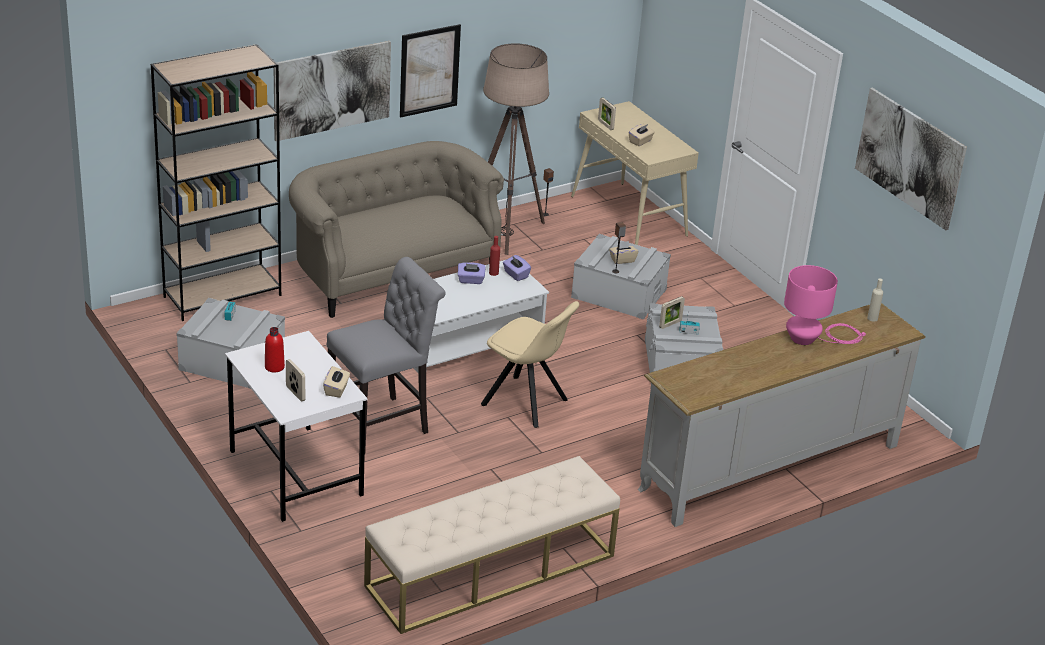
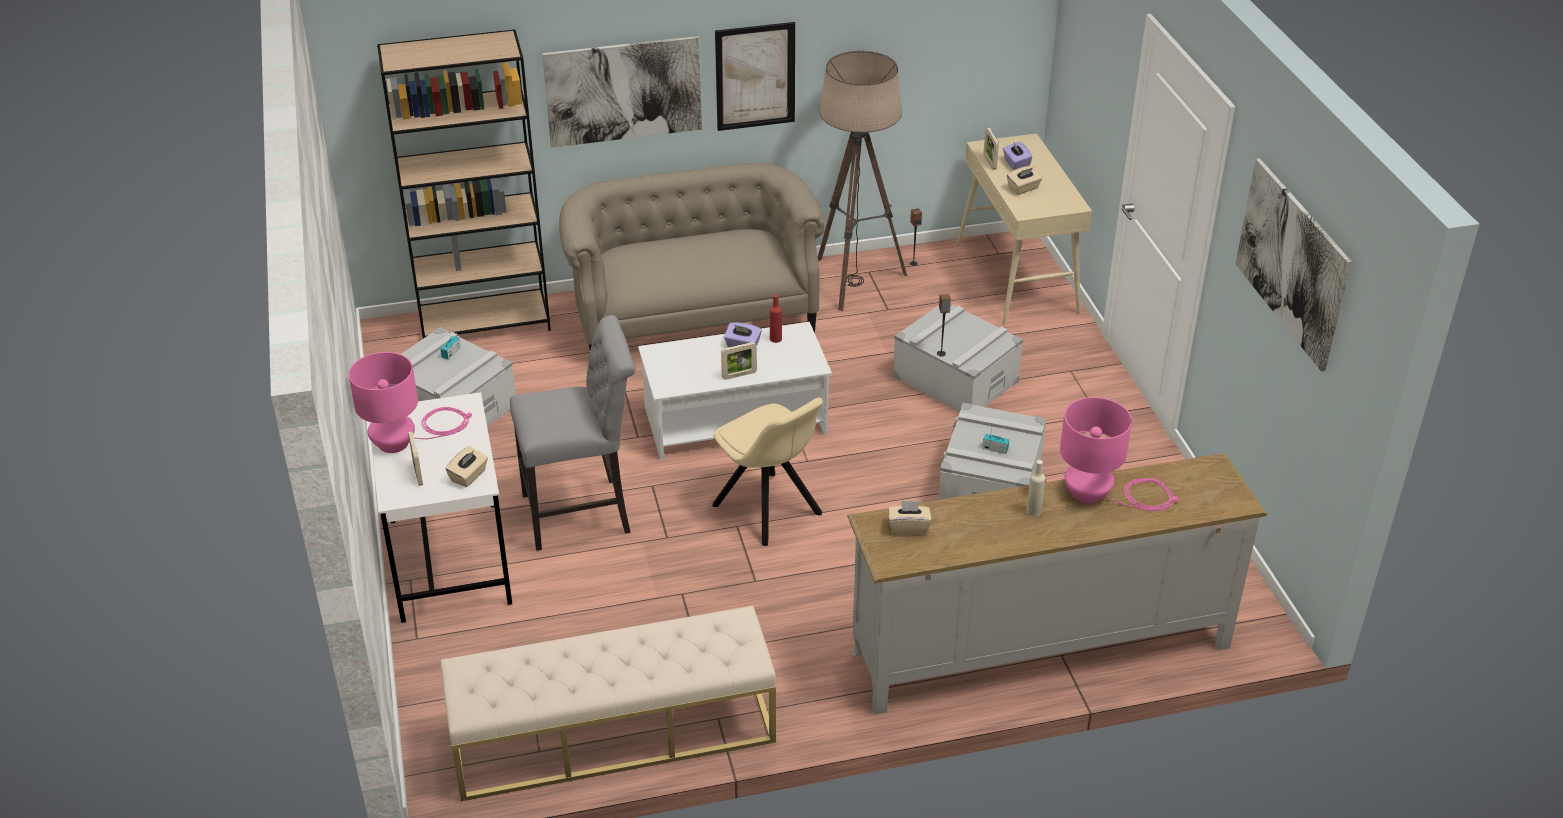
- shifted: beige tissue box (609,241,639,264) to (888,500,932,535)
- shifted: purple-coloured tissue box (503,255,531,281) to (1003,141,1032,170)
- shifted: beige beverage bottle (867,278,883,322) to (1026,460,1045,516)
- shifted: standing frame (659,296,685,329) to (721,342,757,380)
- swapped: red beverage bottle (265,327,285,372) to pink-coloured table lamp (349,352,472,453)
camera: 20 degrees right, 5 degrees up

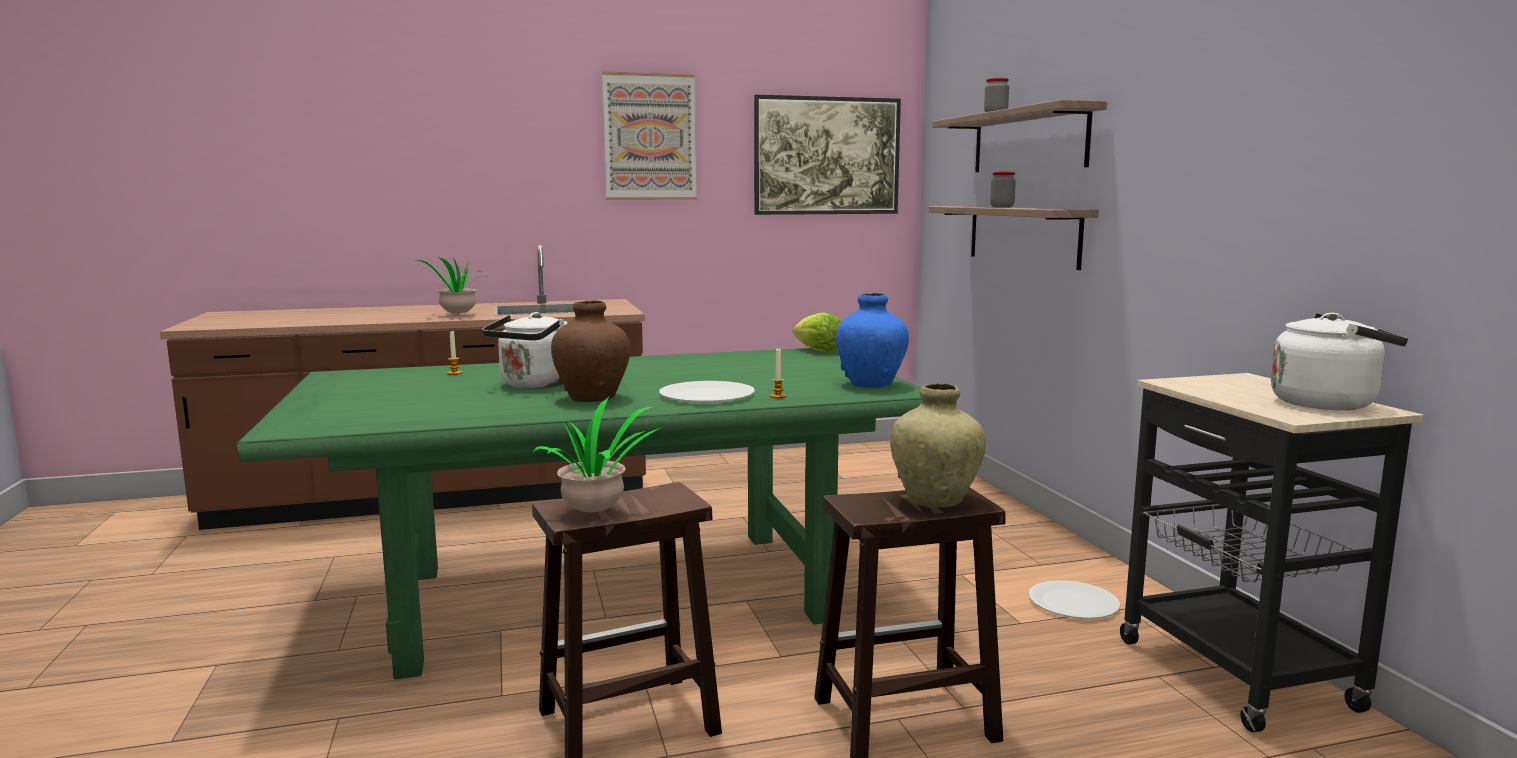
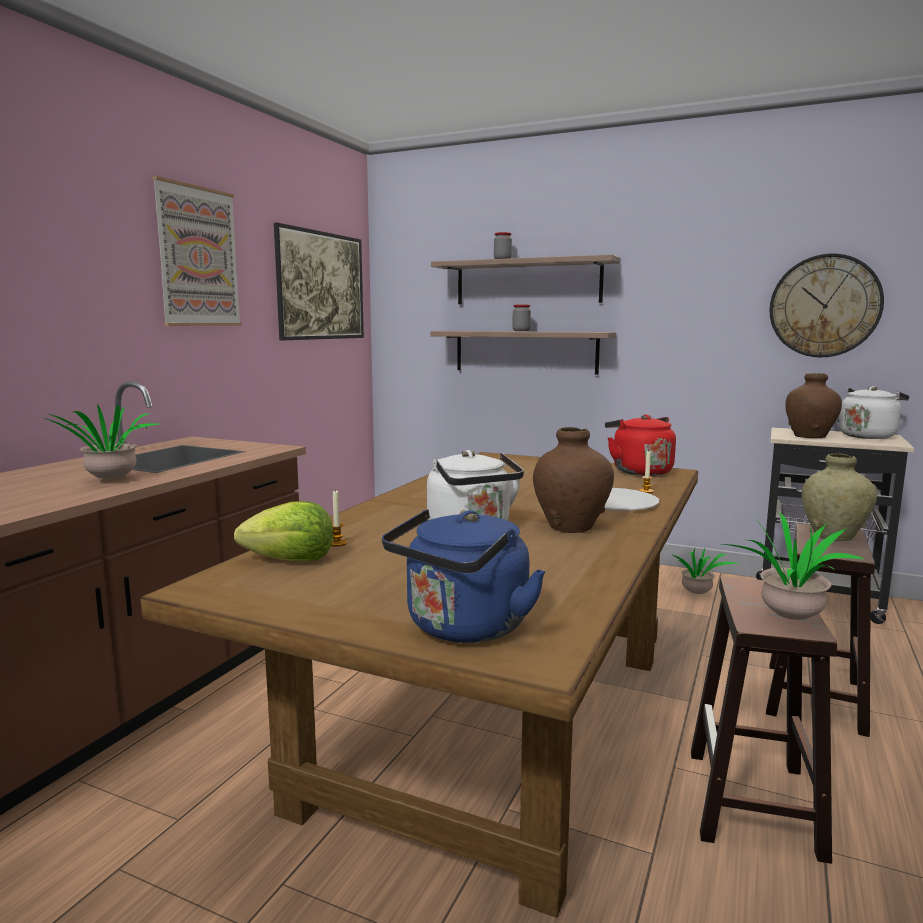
- swapped: blue flower vase (836,293,909,388) to red water kettle (605,414,676,476)
- shifted: head of lettuce (793,312,842,353) to (234,501,333,561)
- repainted: green-coloured dining table (237,348,922,679) to brown-coloured dining table (141,452,698,918)
- swapped: whitish dinner plate (1028,580,1121,619) to houseplant (671,548,737,594)
- new: hanging clock (770,253,884,357)
- new: brown-coloured flower vase (785,373,842,438)
- new: blue water kettle (382,509,545,643)
camera: 50 degrees left, 0 degrees up

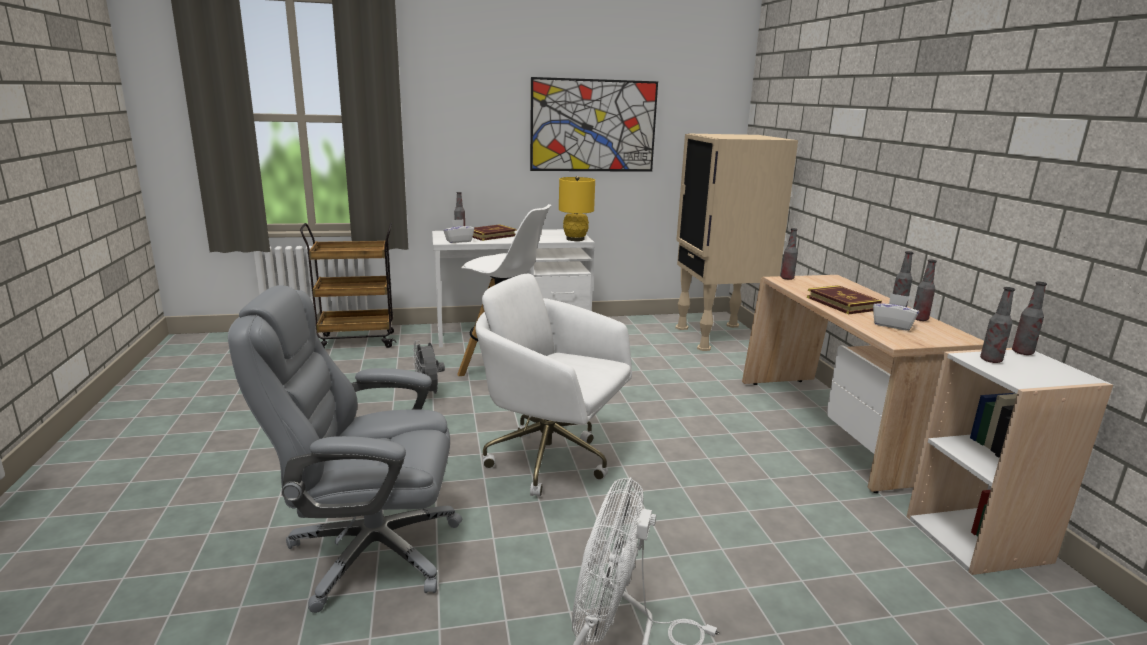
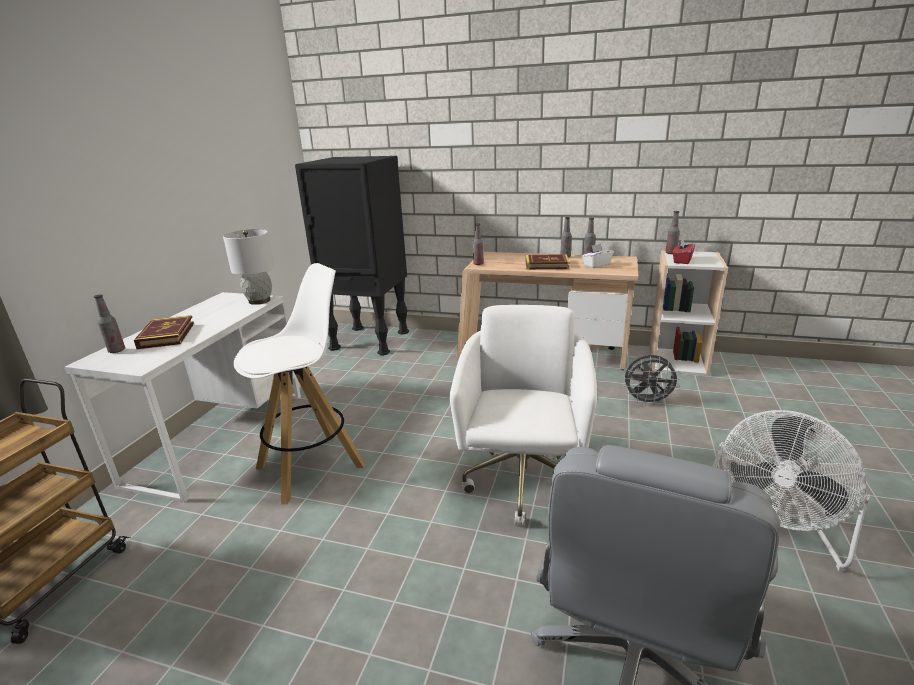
- gone: picture (530,77,658,172)
- repainted: beige storage cabinet (675,134,798,351) to black storage cabinet (295,156,409,356)
- repainted: yellow table lamp (559,176,595,241) to whitish table lamp (223,229,274,305)
- gone: whitish tissue box (443,219,474,243)
- rotated: whitish computer chair (475,274,632,497) = (450,305,597,525) 135 degrees clockwise
- swapped: beverage bottle (980,287,1015,363) to red tissue box (673,239,695,264)
- shifted: gray electric fan (413,340,445,394) to (623,355,681,406)
camera: 60 degrees left, 5 degrees up

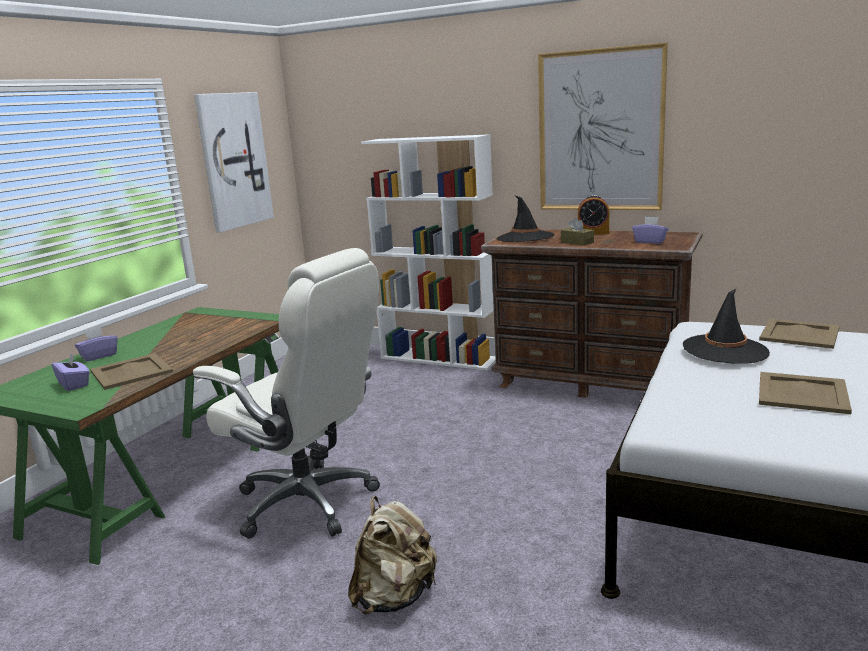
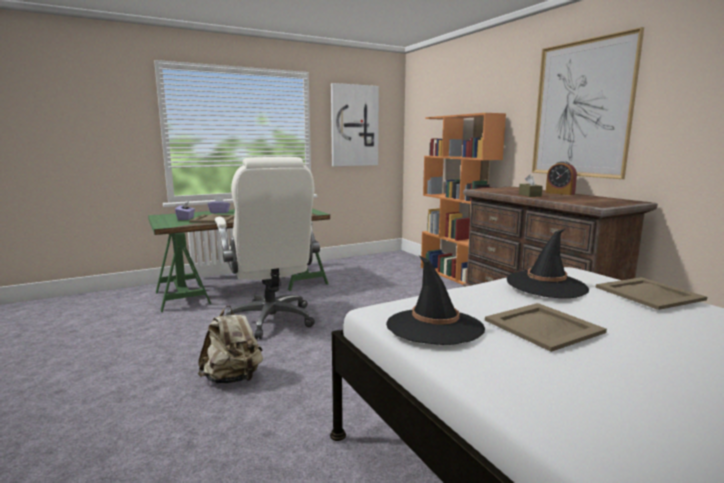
- repainted: whitish shelving unit (361,134,496,370) to orange shelving unit (421,113,506,285)
- shifted: black wearable hat (497,196,555,242) to (386,256,485,345)
- gone: purple-coloured tissue box (632,217,668,244)
camera: 35 degrees right, 5 degrees down

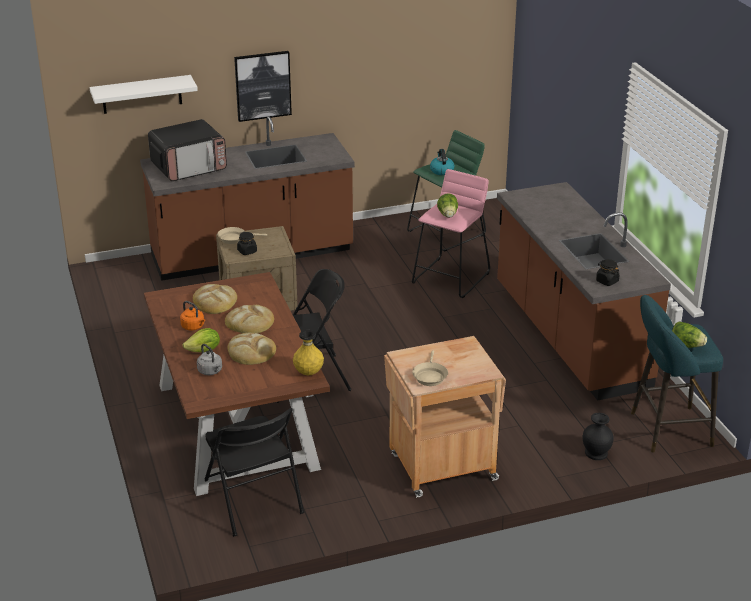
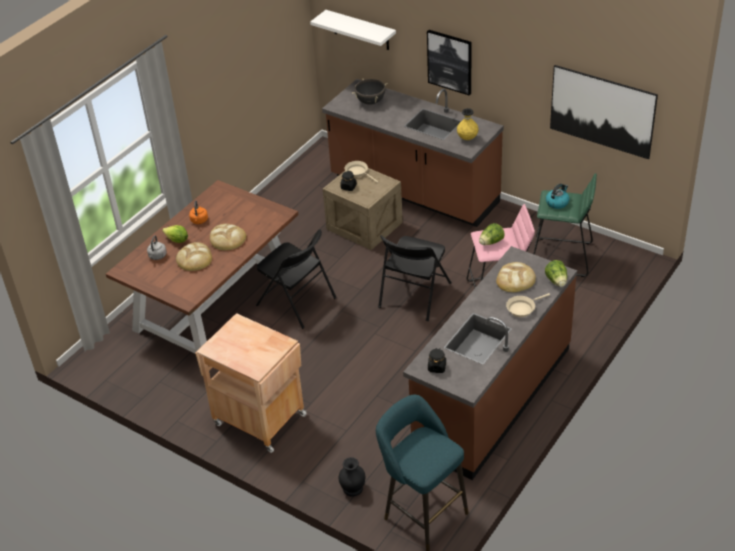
- swapped: kitchen microwave (148,119,227,181) to black cooking pot (352,78,388,105)
- shifted: bread (193,284,237,314) to (496,262,536,292)
- shifted: head of lettuce (672,321,707,348) to (545,260,567,287)
- shifted: yellow flower vase (293,330,324,375) to (457,108,478,140)
- shifted: beige skillet (412,351,448,386) to (506,293,550,317)
- shifted: black upright chair (205,408,304,537) to (378,235,452,322)
- new: picture (550,65,658,159)
camera: 55 degrees right, 10 degrees up

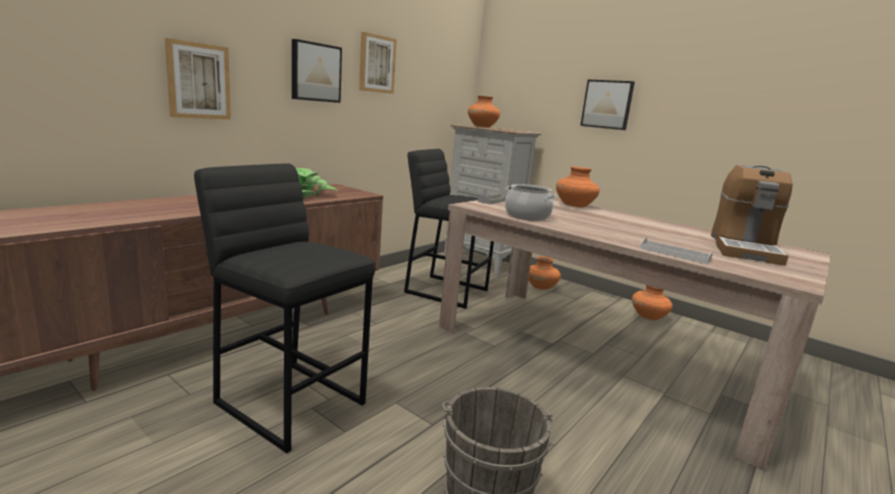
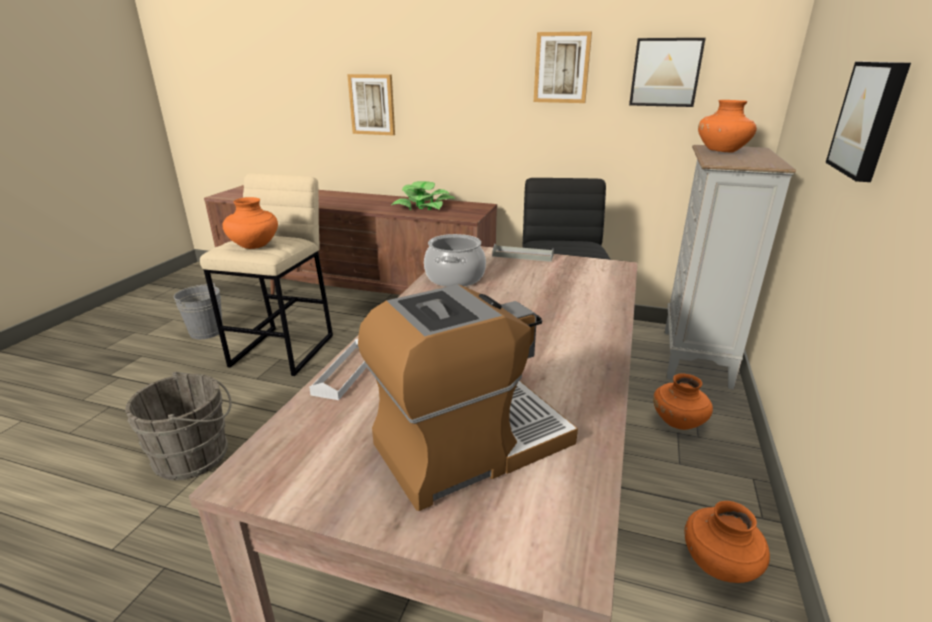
- shifted: picture (292,39,342,103) to (629,38,706,107)
- repainted: black stool seat (194,164,375,453) to beige stool seat (200,174,333,376)
- rotated: coffee brewer (711,165,793,266) = (358,285,578,511) 150 degrees clockwise
- shifted: orange flower vase (556,166,600,208) to (222,197,278,249)
- new: gray water bucket (174,283,222,339)
camera: 70 degrees right, 10 degrees up

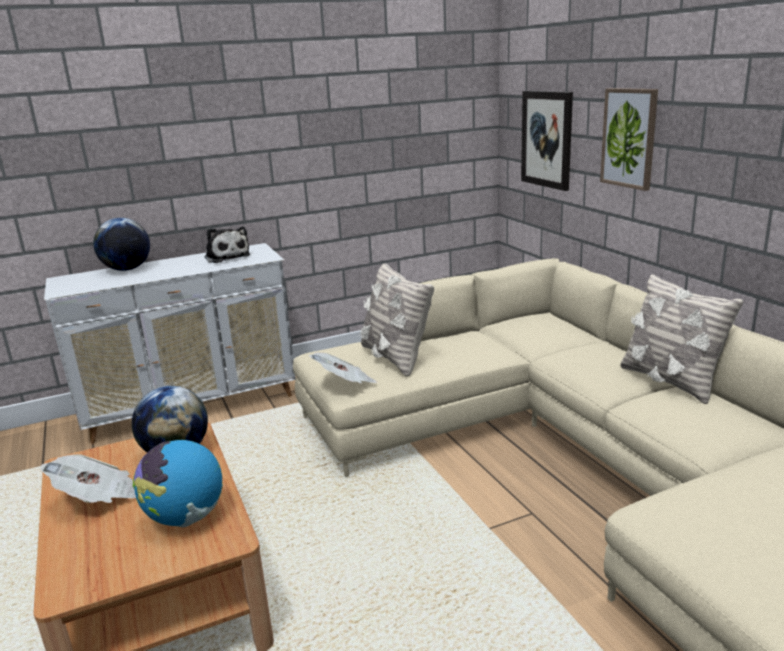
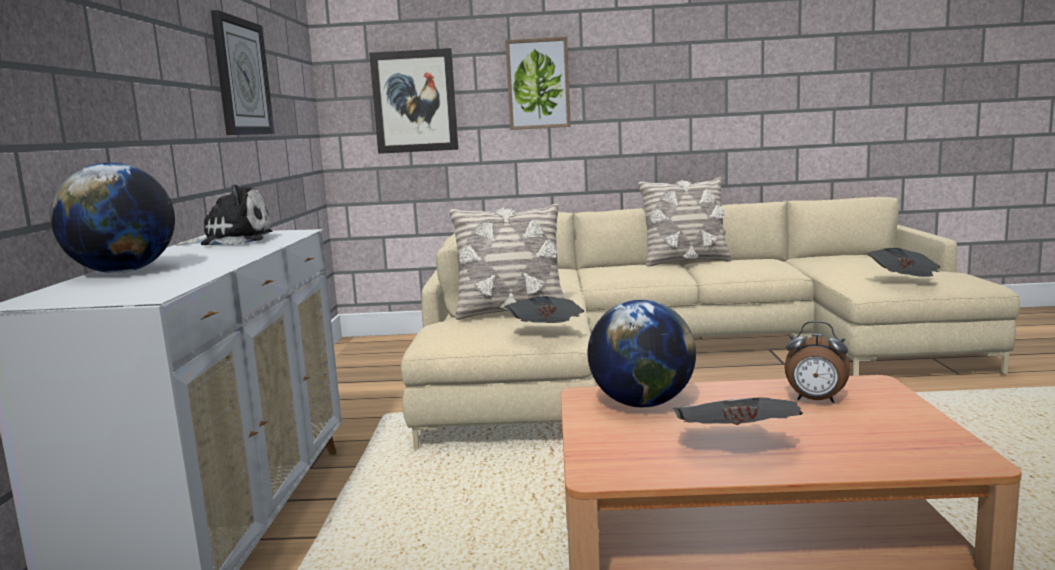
- swapped: globe (133,440,223,527) to bedside clock (785,321,850,403)
- new: hanging clock (211,10,275,135)
- new: newspaper (867,248,940,277)
camera: 65 degrees left, 10 degrees down

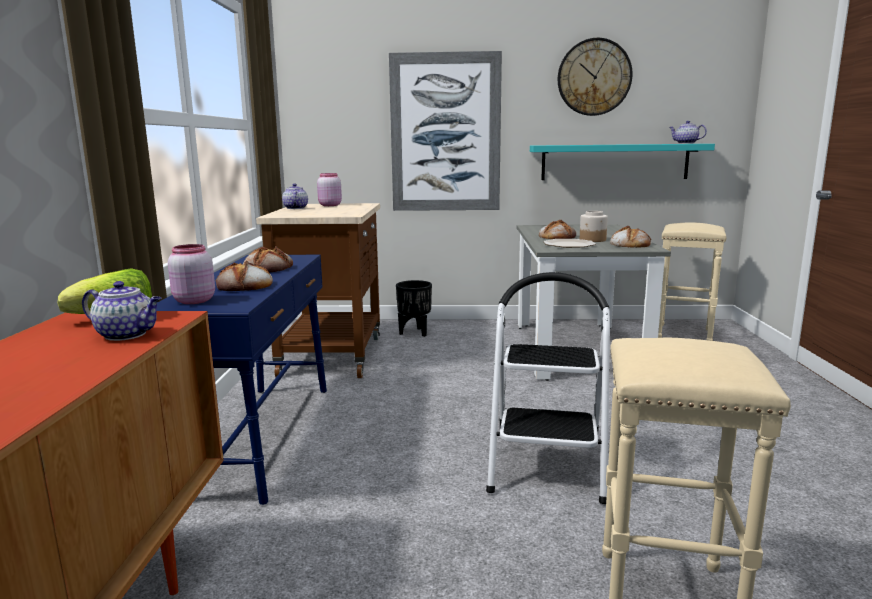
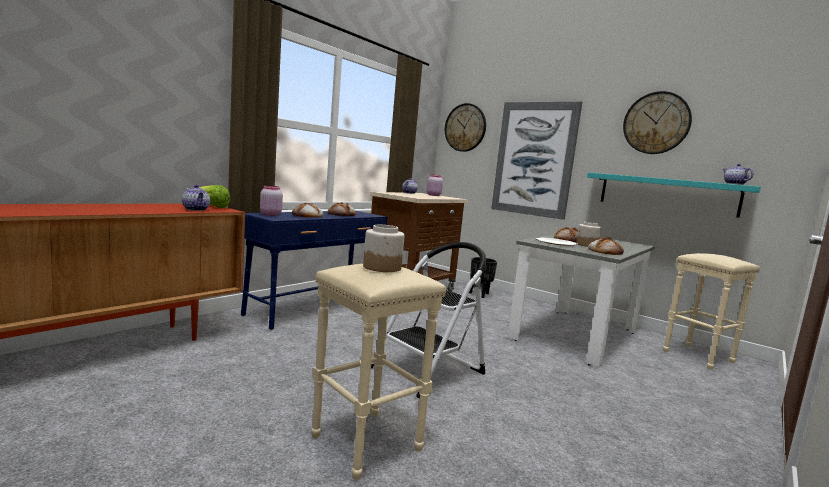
- new: hanging clock (445,103,486,152)
- new: preserve jar (363,225,404,272)
camera: 35 degrees right, 5 degrees down

